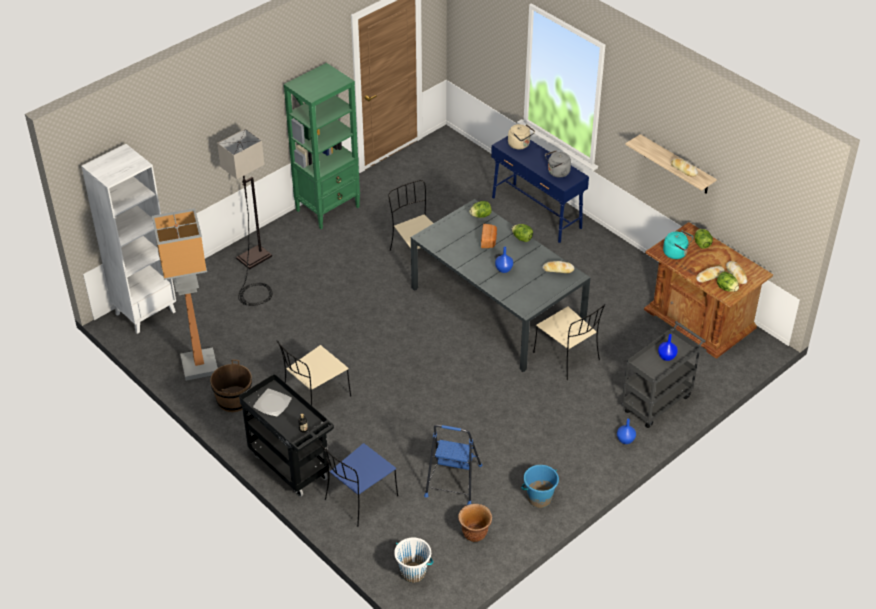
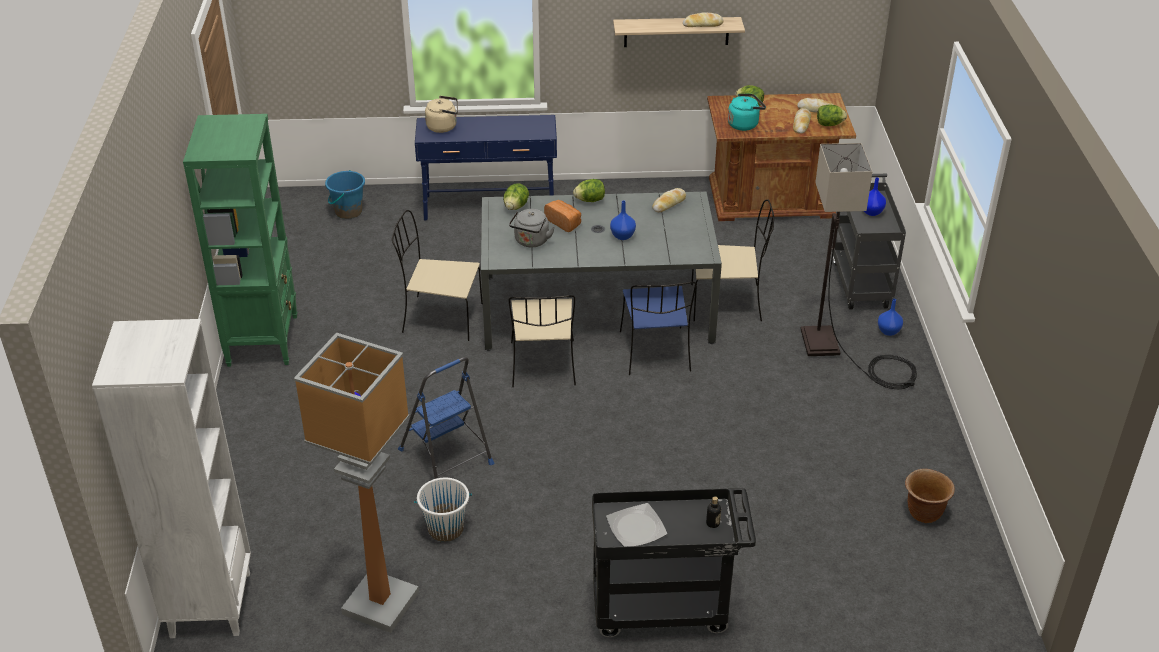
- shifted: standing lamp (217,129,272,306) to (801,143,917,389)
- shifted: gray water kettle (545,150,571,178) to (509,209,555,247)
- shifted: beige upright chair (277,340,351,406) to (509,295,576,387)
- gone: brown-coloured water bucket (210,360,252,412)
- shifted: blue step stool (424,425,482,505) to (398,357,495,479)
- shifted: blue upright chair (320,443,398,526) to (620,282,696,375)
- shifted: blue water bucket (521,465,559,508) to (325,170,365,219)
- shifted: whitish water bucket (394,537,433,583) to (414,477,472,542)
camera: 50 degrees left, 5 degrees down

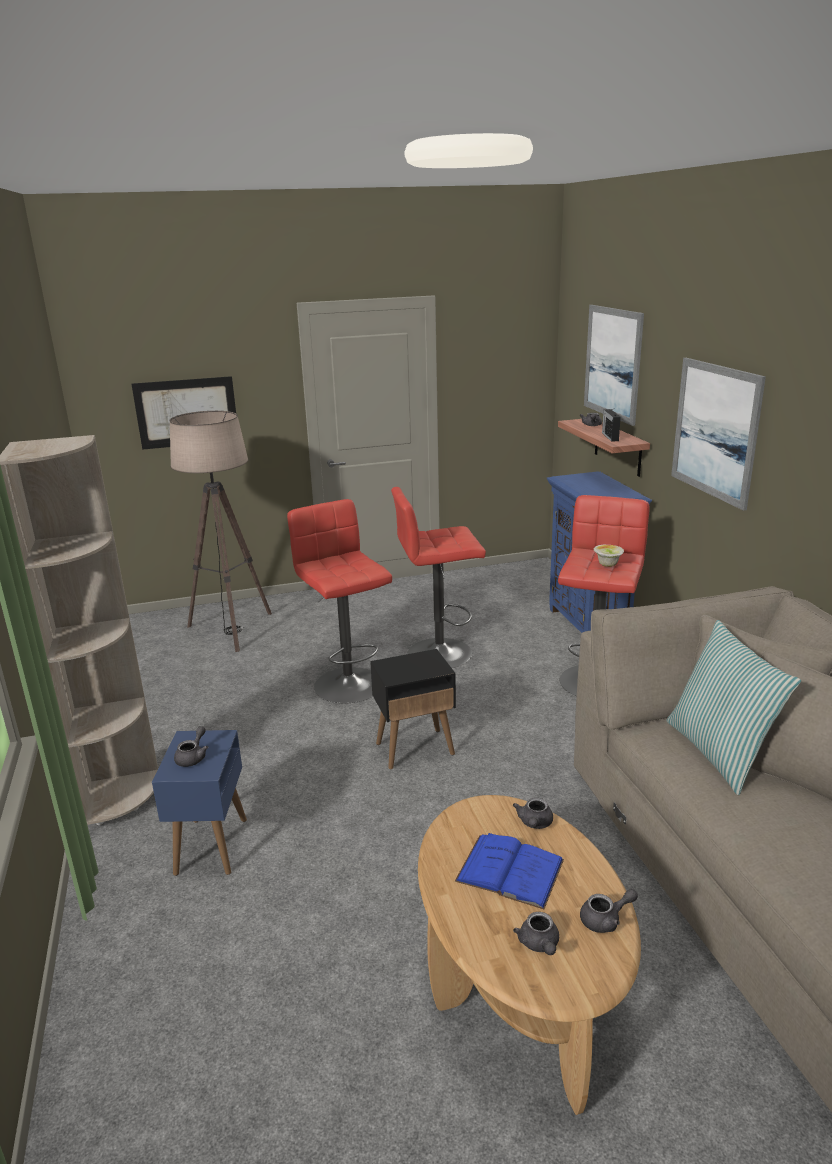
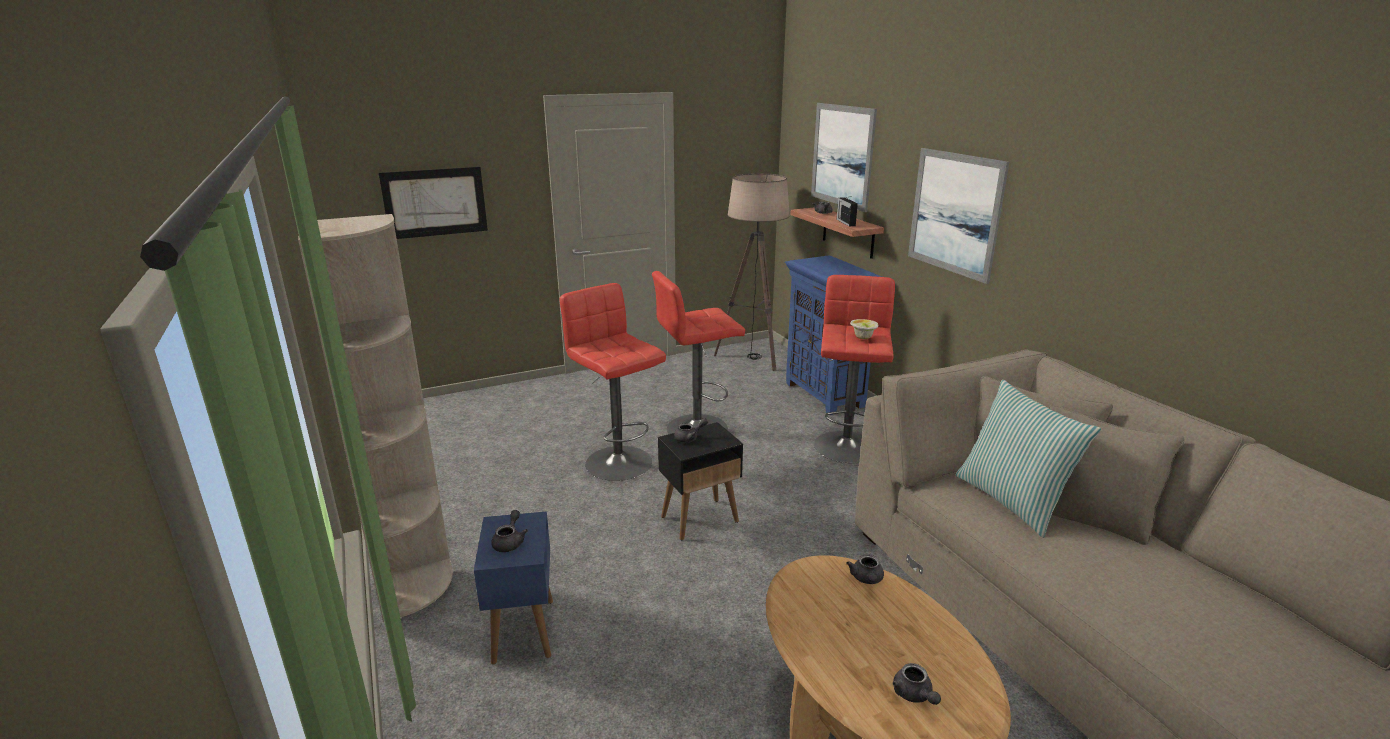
- shifted: standing lamp (170,411,272,652) to (714,173,790,371)
- gone: blue volume (455,833,564,909)
- shifted: gray pot for tea (580,889,638,933) to (674,418,708,443)
camera: 10 degrees left, 0 degrees up

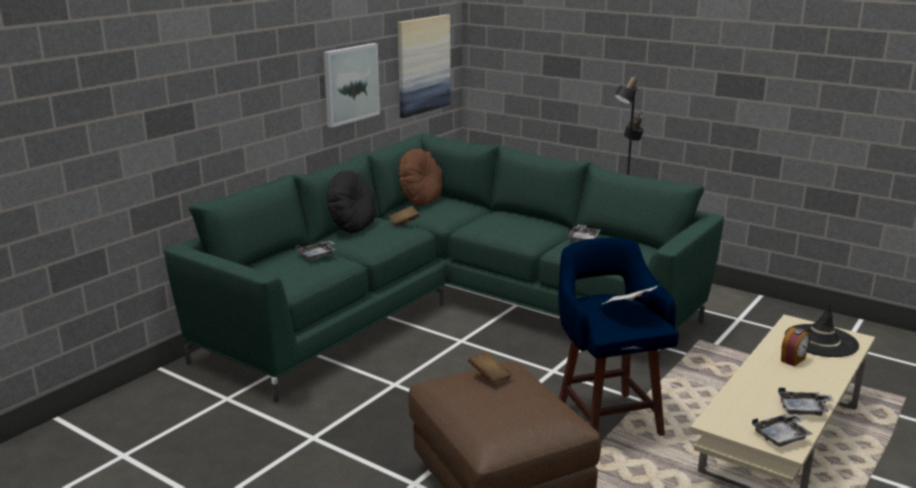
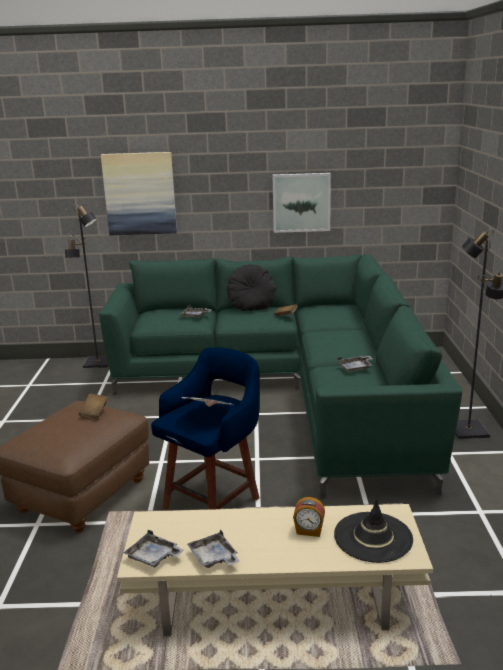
- shifted: picture (398,14,451,118) to (101,152,177,235)
- gone: brown-coloured cushion (399,149,442,206)
- new: black standing lamp (65,204,109,368)
camera: 55 degrees right, 0 degrees up

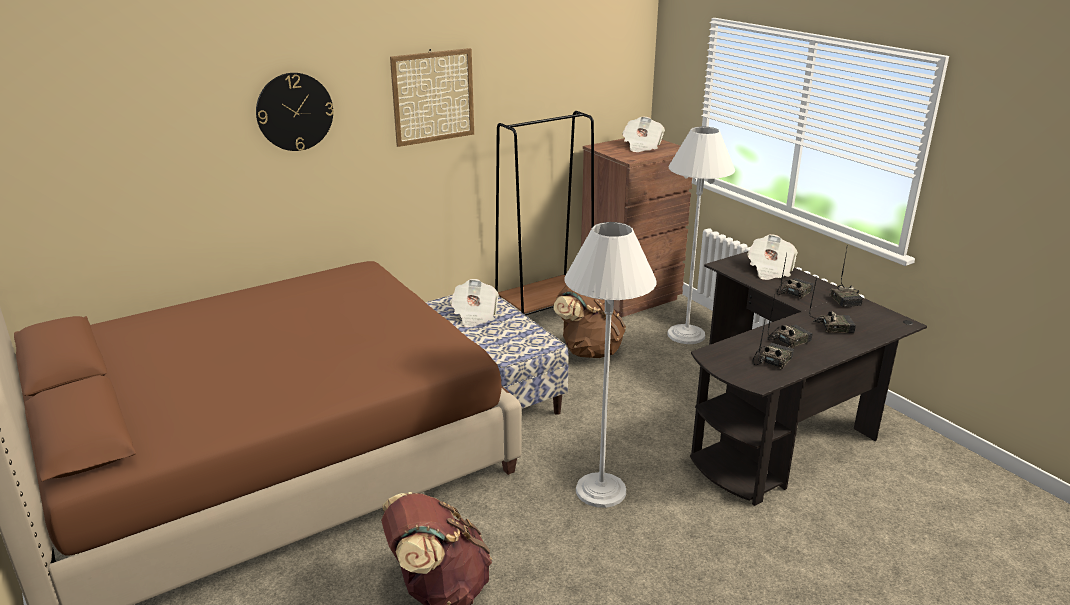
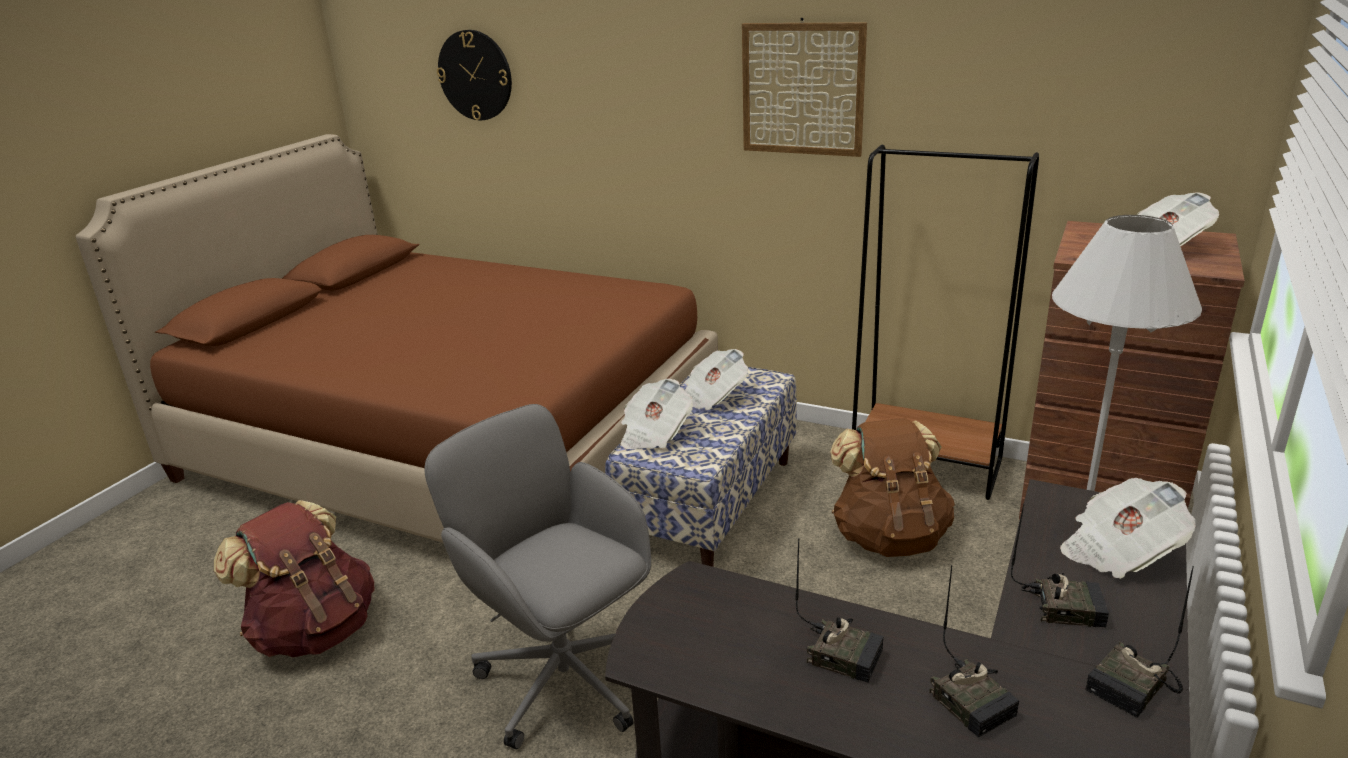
- shifted: hanging clock (256,73,334,151) to (437,30,512,120)
- swapped: whitish standing lamp (565,222,657,508) to gray computer chair (425,404,651,749)
- gone: radio set (752,317,794,370)
- new: newspaper (621,379,693,449)
camera: 60 degrees right, 0 degrees up

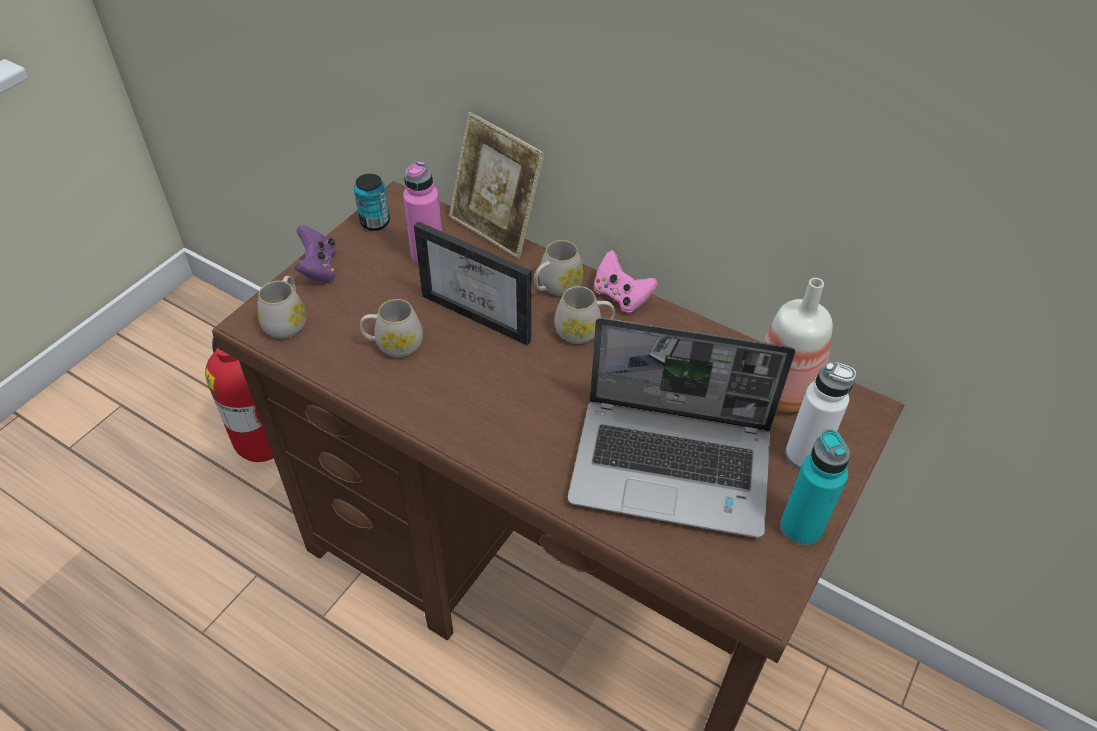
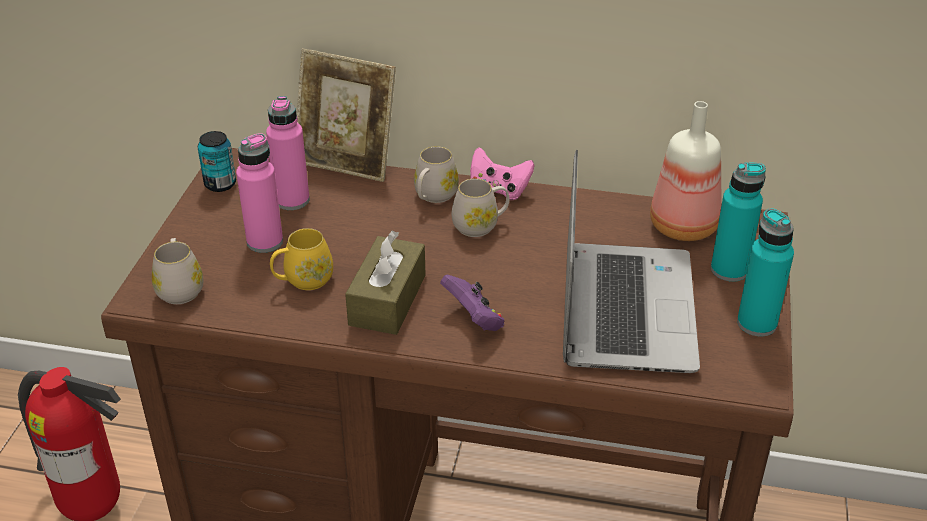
- gone: standing frame (414,221,531,345)
- shifted: purple-coloured joypad (295,225,336,282) to (440,275,504,331)
- repainted: whitish tea mug (360,299,423,358) to yellow tea mug (270,228,333,290)
- rotated: laptop (568,318,795,538) = (563,150,700,373) 75 degrees counterclockwise
- repainted: whitish beverage bottle (785,362,856,470) to blue-green beverage bottle (711,162,766,282)
- new: pink-coloured beverage bottle (236,133,283,253)
- new: brown-coloured tissue box (345,230,426,335)
camera: 20 degrees left, 10 degrees down

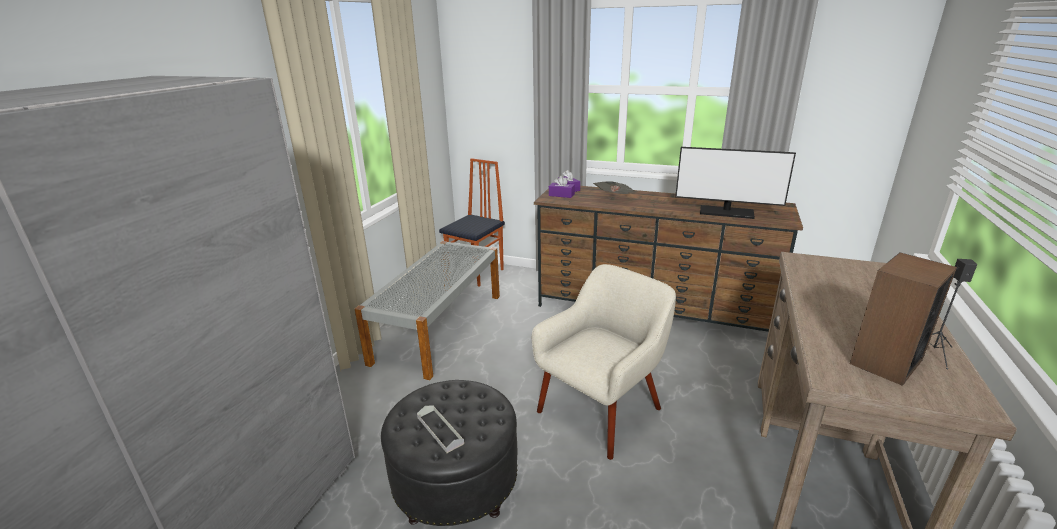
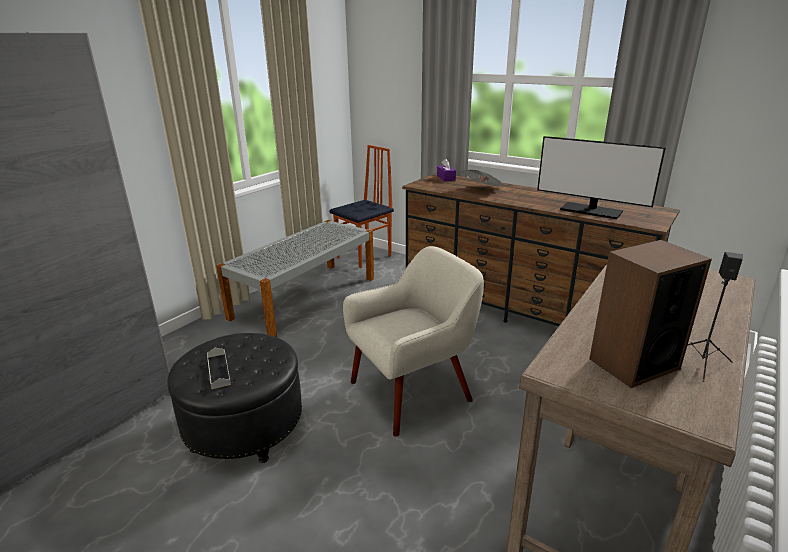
- gone: purple-coloured tissue box (549,176,575,198)
camera: 15 degrees right, 0 degrees up

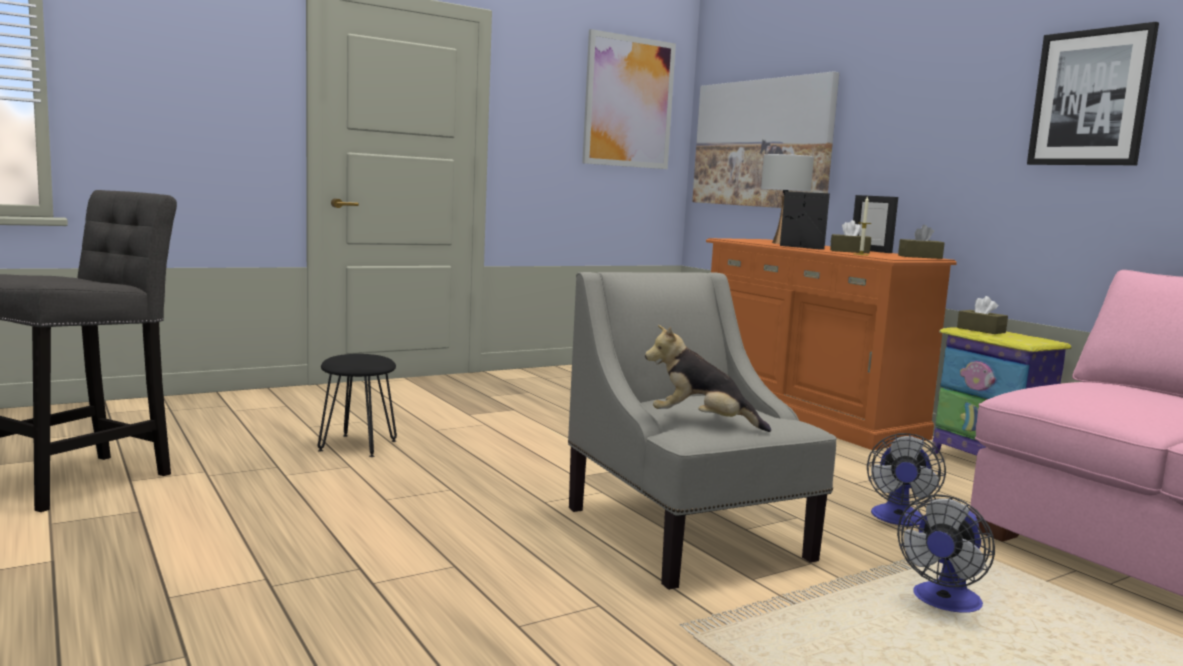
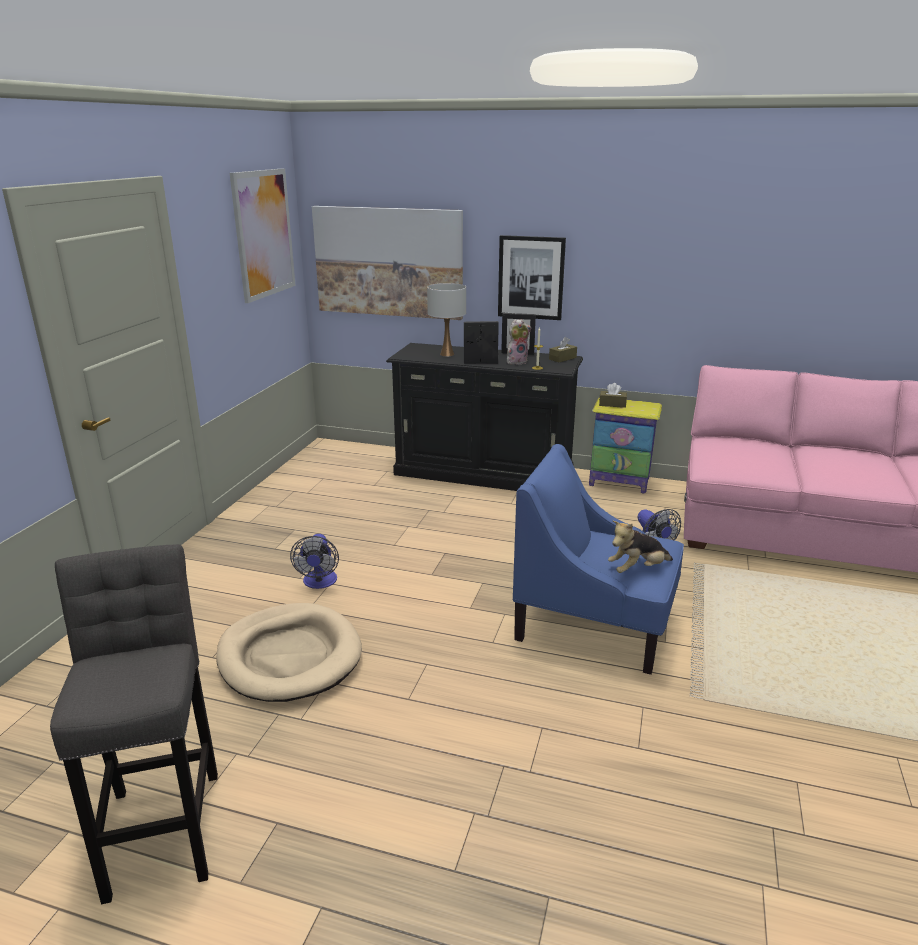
- shifted: picture (1027,22,1159,165) to (498,235,566,320)
- swapped: brown-coloured tissue box (830,220,871,253) to plush toy (507,319,532,365)
- repainted: orange storage cabinet (706,238,957,450) to black storage cabinet (386,343,583,491)
- repainted: gray armchair (568,272,837,590) to blue armchair (513,444,684,675)
- swapped: black stool seat (318,354,397,457) to beige dog bed (216,603,362,702)
- shifted: electric fan (897,494,995,613) to (290,534,339,589)
camera: 40 degrees left, 15 degrees up

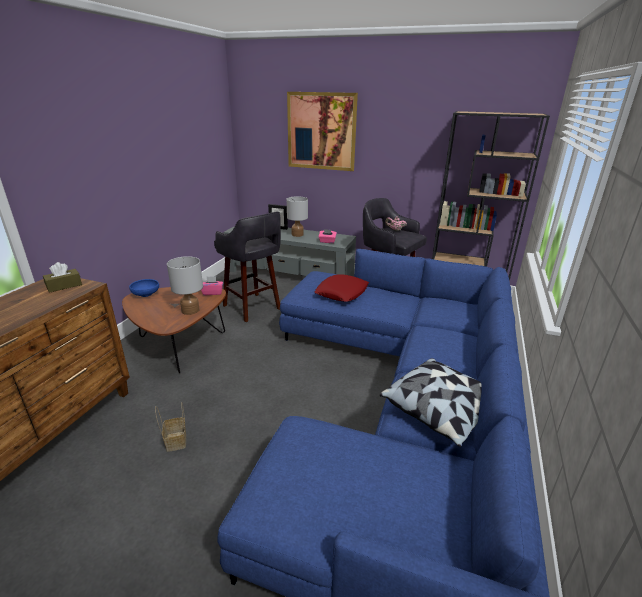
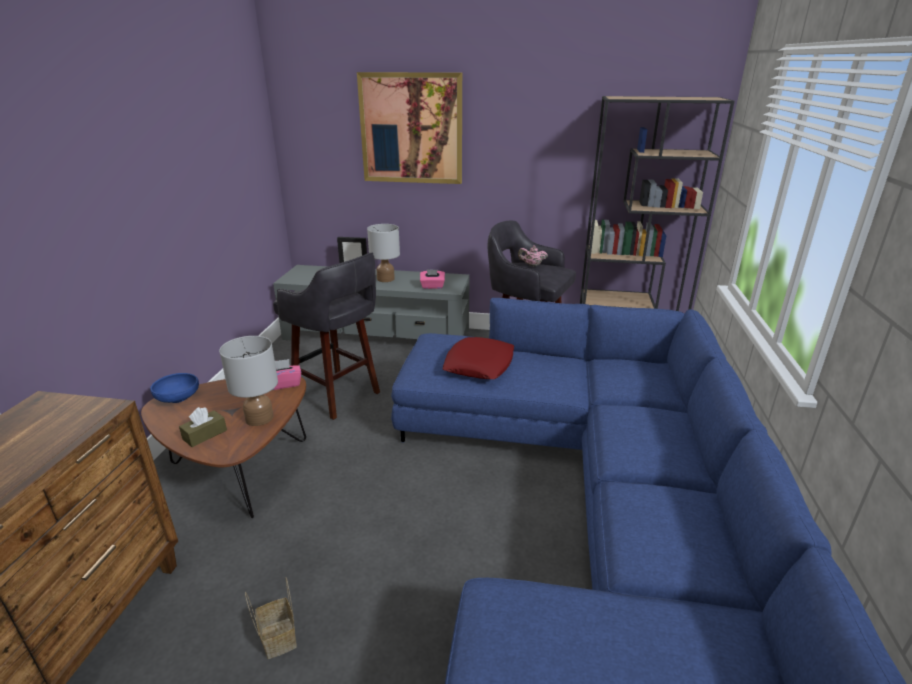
- shifted: brown-coloured tissue box (43,262,82,293) to (179,407,227,447)
- gone: cushion (380,358,482,447)
camera: 10 degrees left, 0 degrees up

